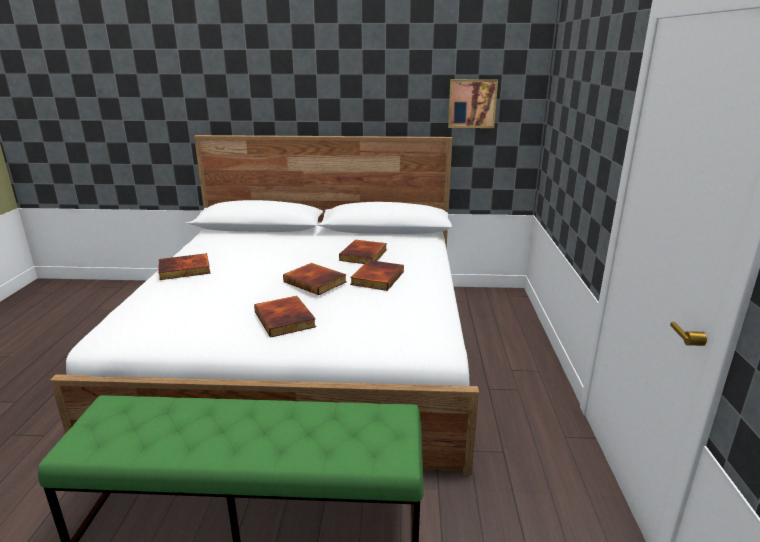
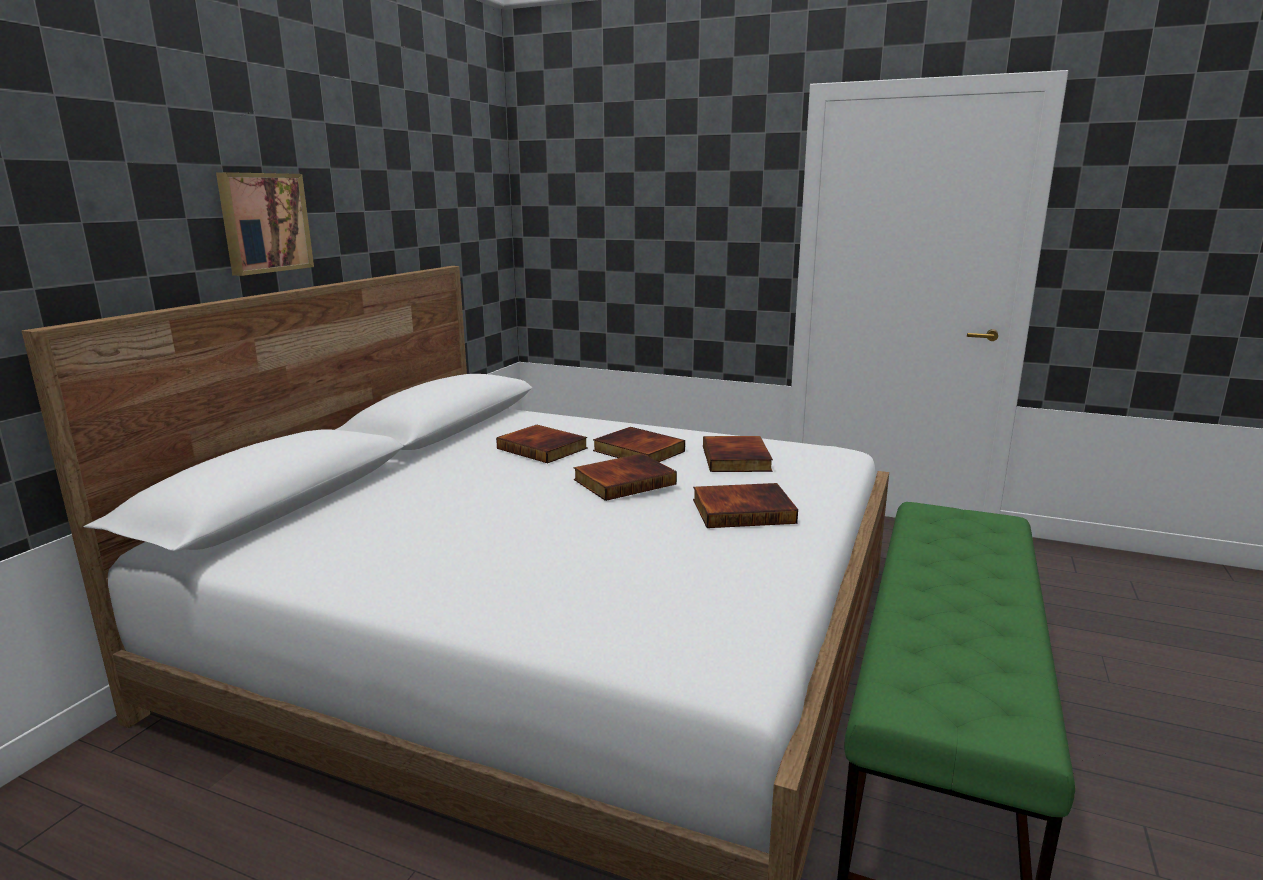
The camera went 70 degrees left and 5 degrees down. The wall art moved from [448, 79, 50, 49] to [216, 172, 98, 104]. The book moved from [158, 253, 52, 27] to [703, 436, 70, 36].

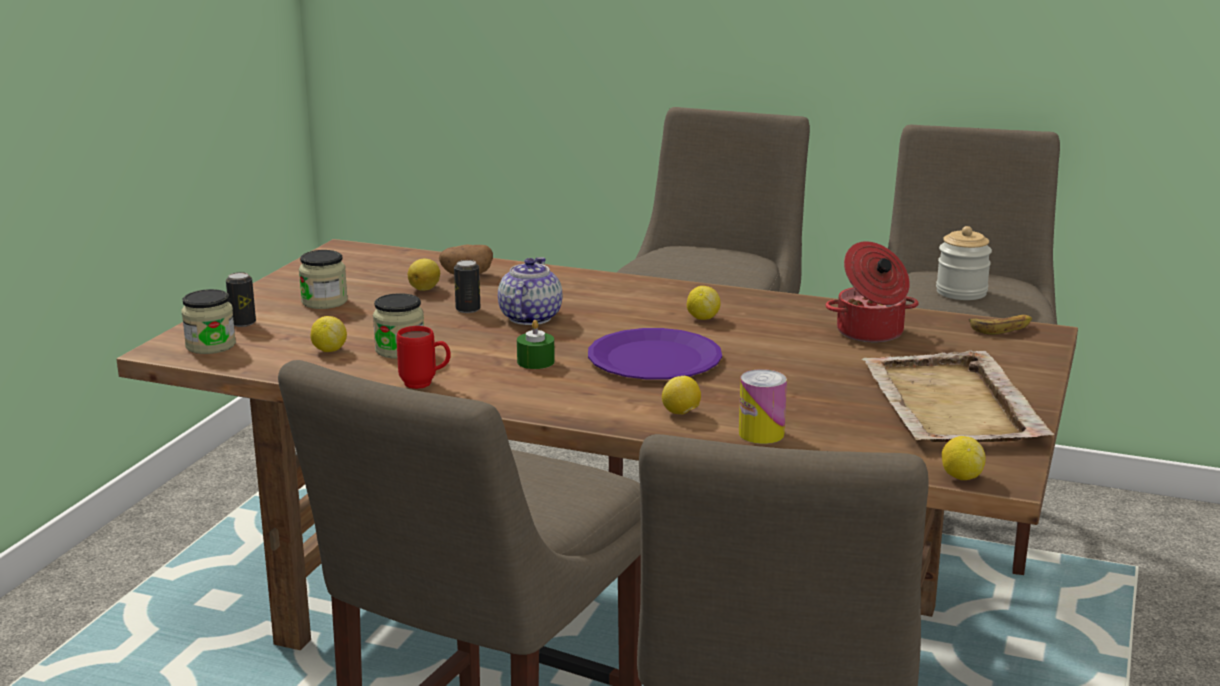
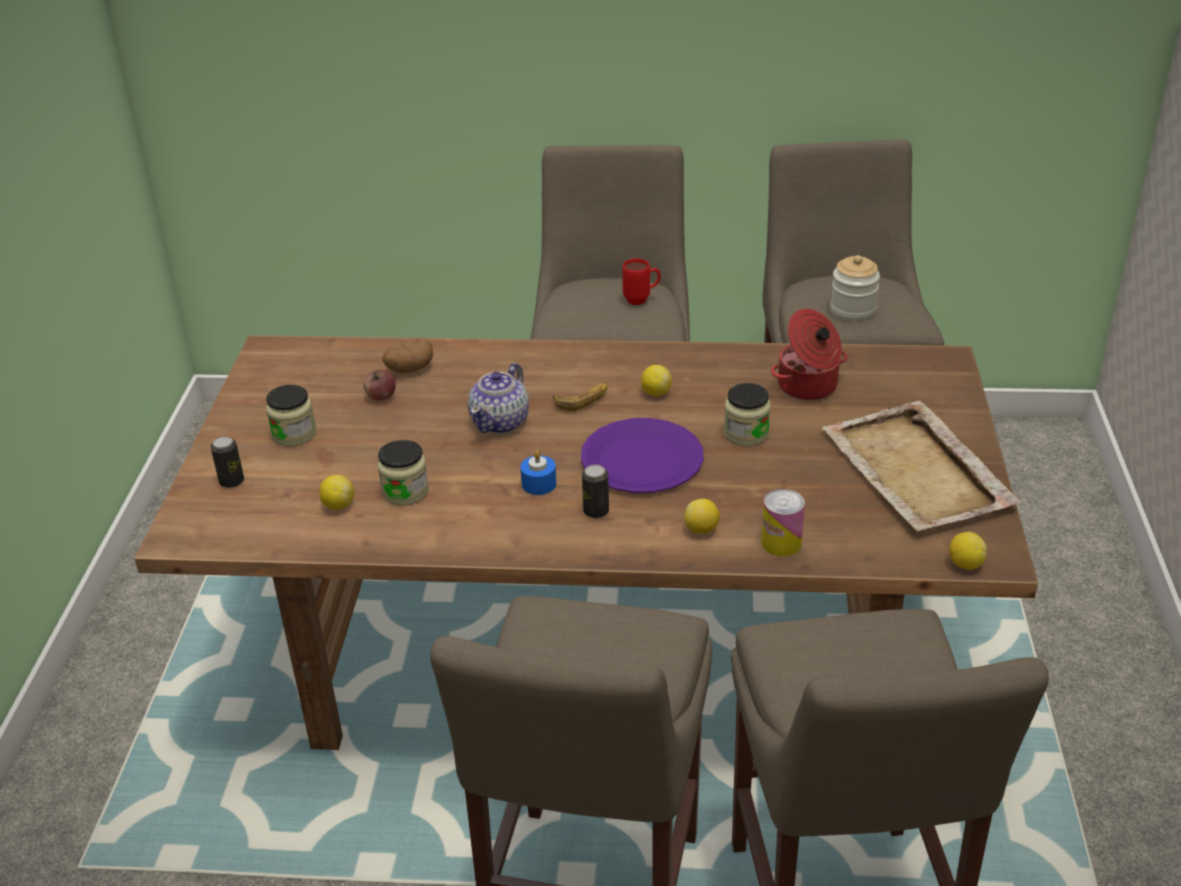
The camera went 15 degrees left and 15 degrees up. The pot for tea at [498, 257, 64, 68] turned 150 degrees counterclockwise. The citrus fruit at [408, 258, 32, 33] was replaced by the whole apple at [364, 370, 32, 31]. The sealed can moved from [454, 260, 27, 53] to [582, 464, 27, 54]. The storage jar moved from [181, 289, 55, 65] to [724, 383, 47, 63]. The banana fruit moved from [969, 315, 63, 20] to [553, 383, 55, 28]. The green wax candle at [517, 320, 38, 49] became the bluish wax candle at [520, 450, 36, 45]. The red-coloured mug moved from [397, 326, 54, 63] to [622, 258, 39, 47].

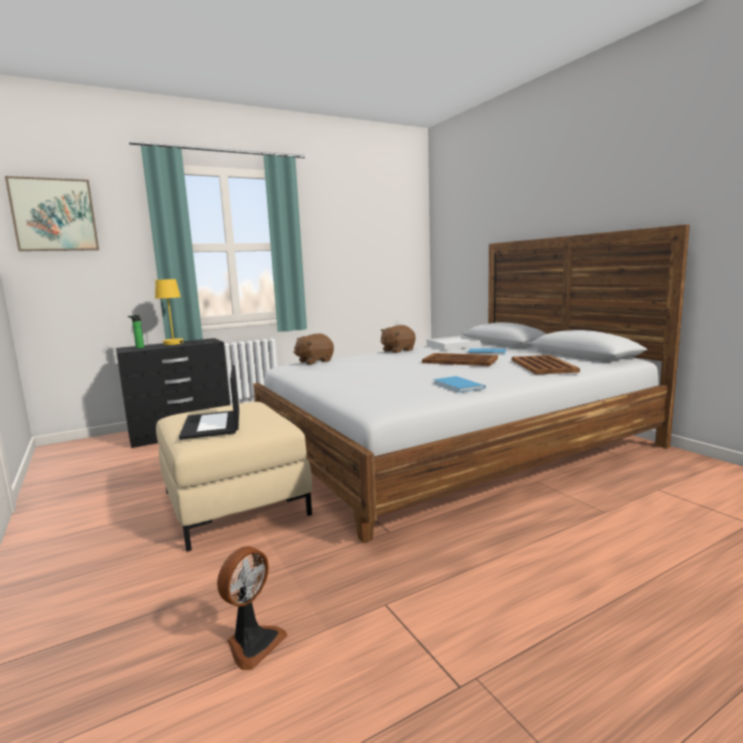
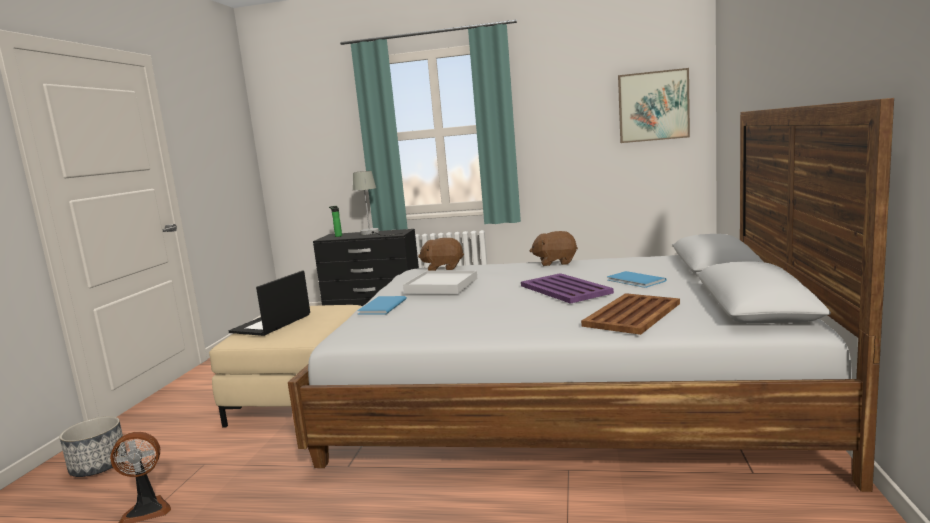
The camera went 40 degrees right and 0 degrees up. The wall art moved from [5, 176, 94, 75] to [618, 68, 72, 75]. The yellow-coloured table lamp at [155, 279, 63, 66] became the grey table lamp at [353, 171, 50, 65]. The white serving tray moved from [426, 336, 54, 14] to [403, 270, 74, 24]. The brown serving tray at [422, 353, 76, 13] became the purplish serving tray at [521, 273, 93, 31]. The bluish book moved from [433, 376, 53, 17] to [357, 296, 50, 19]. The planter at [59, 416, 68, 61] appeared.

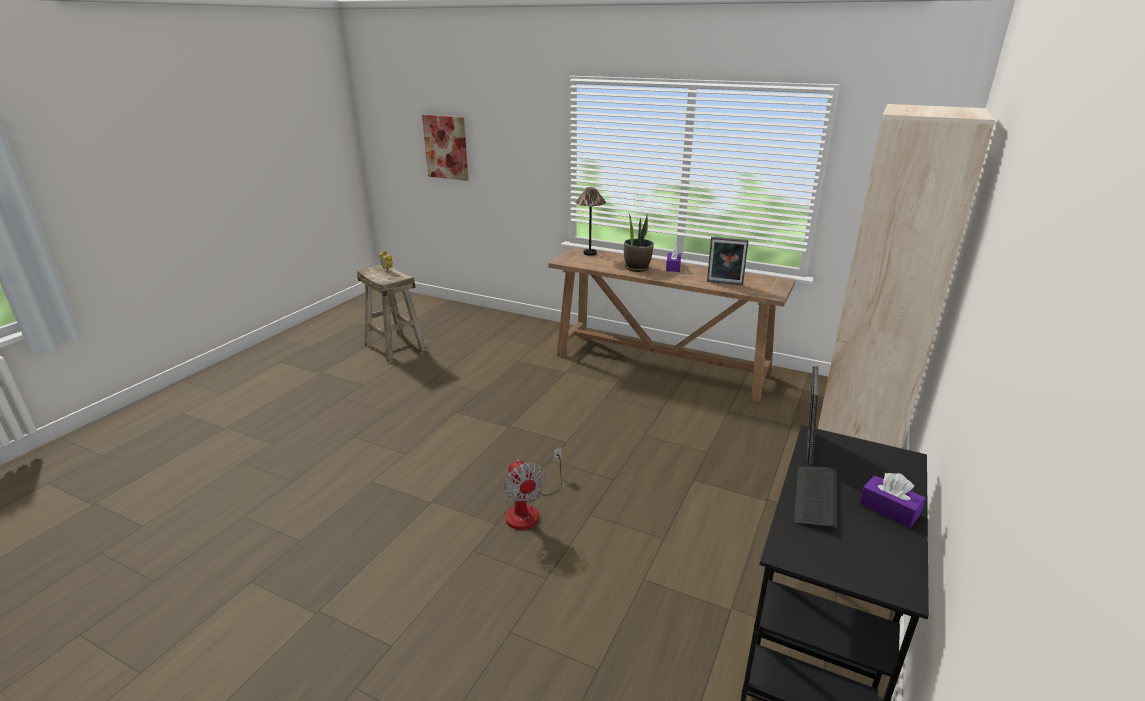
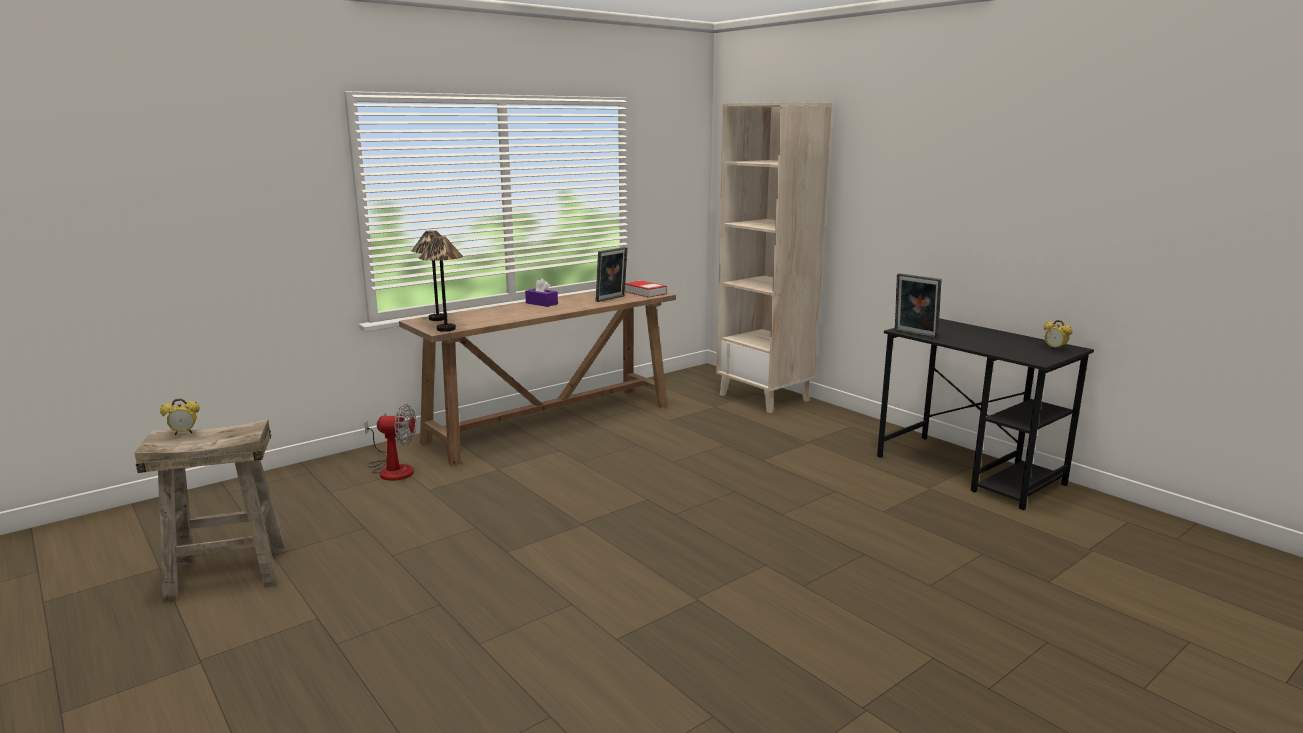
The camera went 65 degrees left and 10 degrees down. The wall art at [422, 115, 47, 66] disappeared. The plant in a pot at [624, 212, 30, 60] disappeared. The electric fan moved from [504, 447, 58, 83] to [364, 404, 52, 77]. The keyboard at [794, 467, 43, 65] disappeared. The purplish tissue holder at [859, 473, 67, 55] disappeared. The table lamp at [419, 236, 44, 96] appeared. The book at [625, 280, 42, 18] appeared. The alarm clock at [1044, 320, 29, 31] appeared.

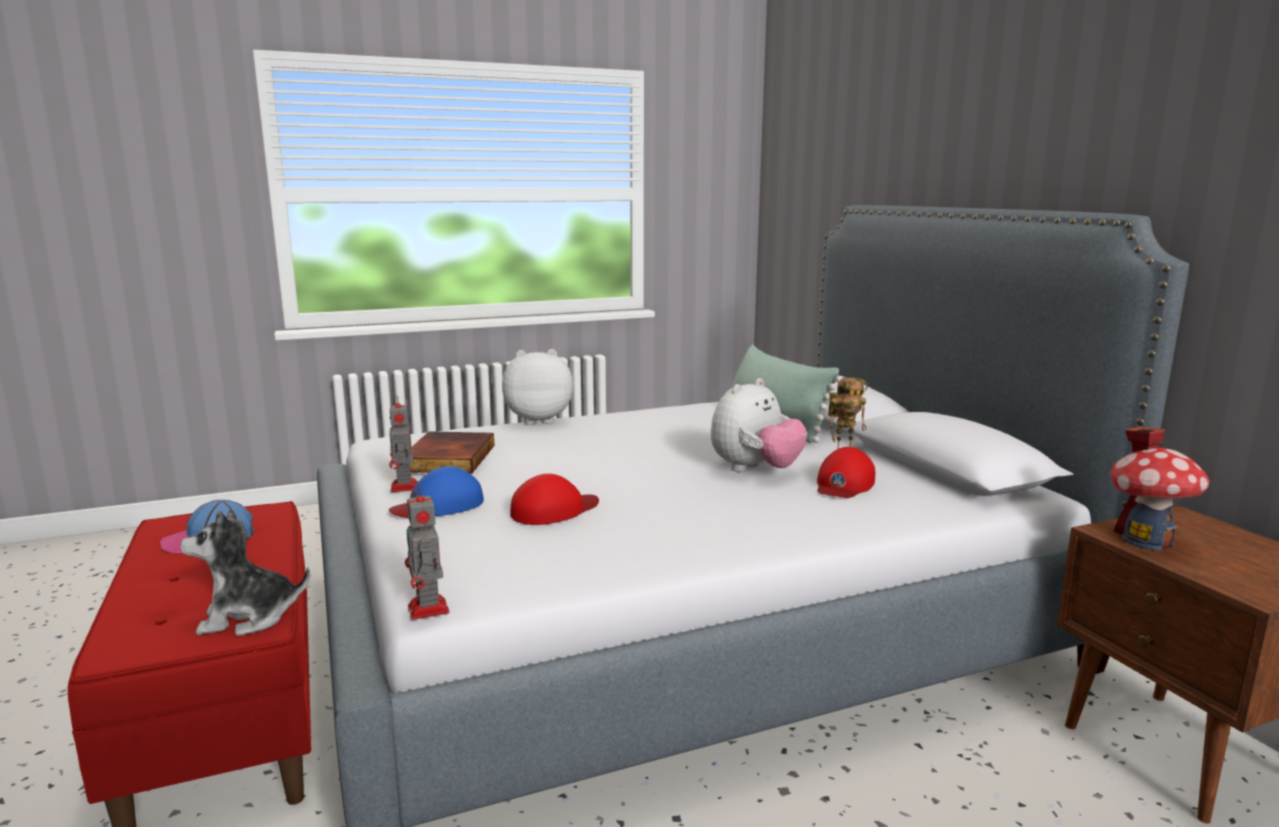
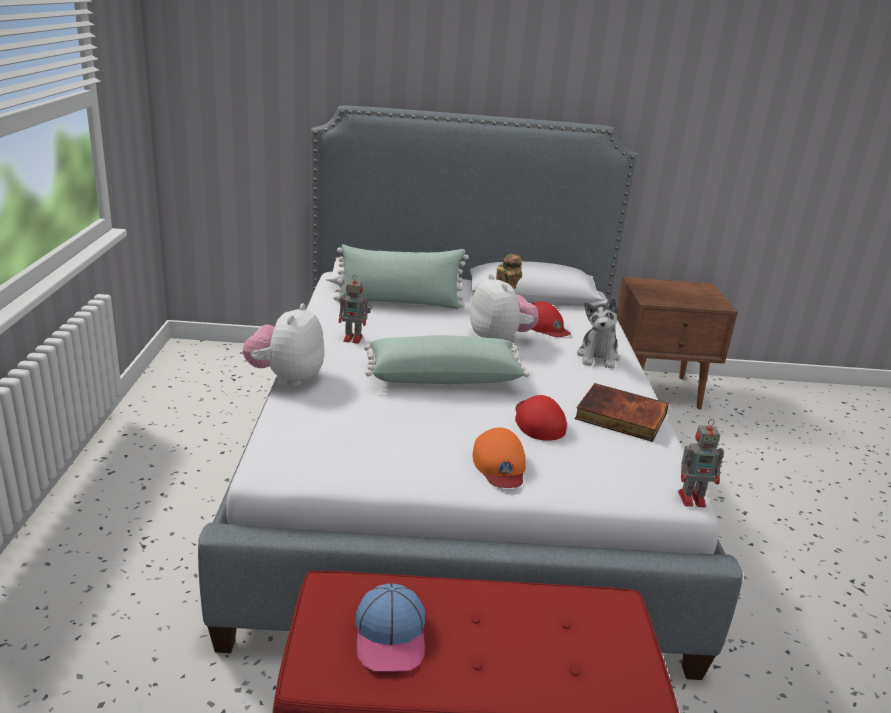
The camera went 70 degrees left and 10 degrees up. The robot figure moved from [389, 395, 29, 97] to [339, 275, 32, 69]. The miniature house at [1110, 427, 99, 124] disappeared. The book moved from [410, 431, 84, 43] to [575, 383, 94, 59]. The bluish baseball cap at [389, 466, 95, 52] became the orange-coloured baseball cap at [473, 428, 53, 60]. The soft toy moved from [181, 509, 129, 127] to [577, 297, 43, 72]. The green throw pillow at [364, 335, 166, 49] appeared.

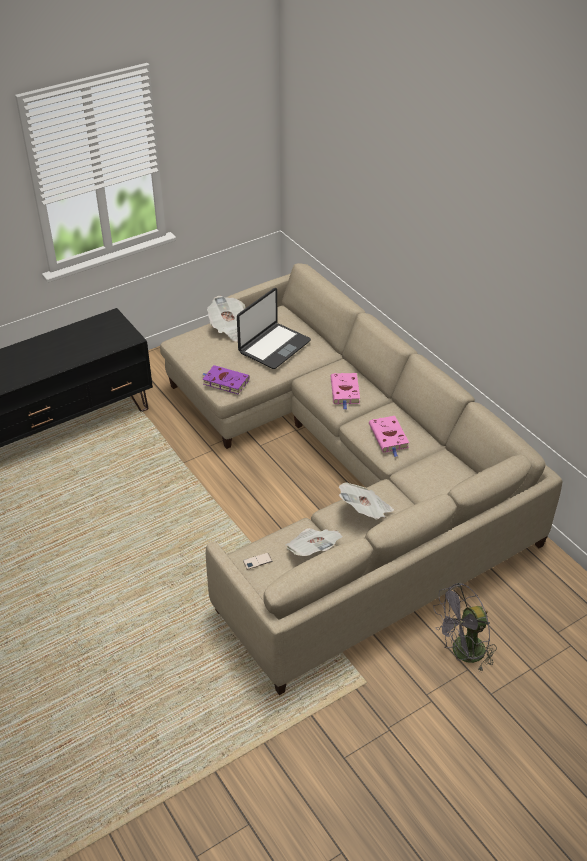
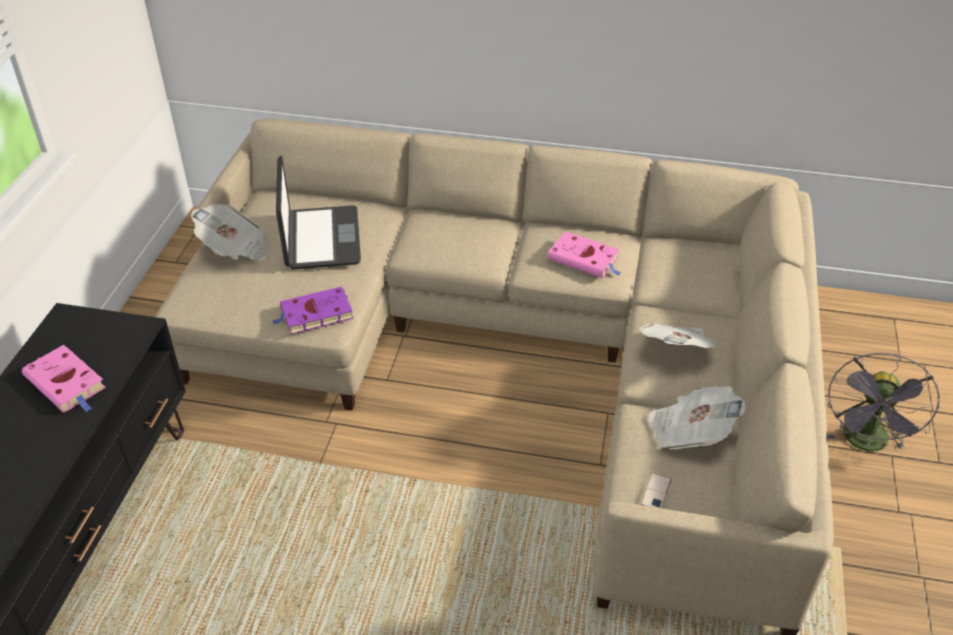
The camera went 45 degrees left and 0 degrees up. The pink-coloured book moved from [331, 373, 29, 37] to [22, 345, 84, 67].

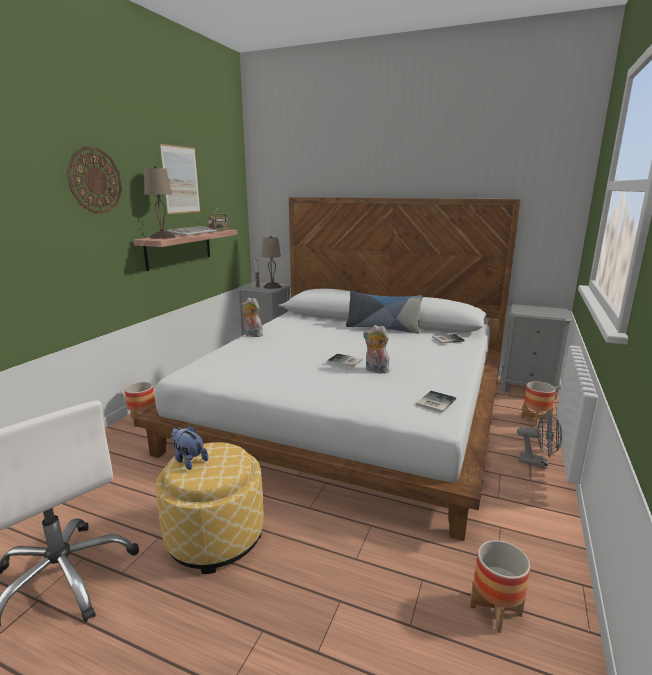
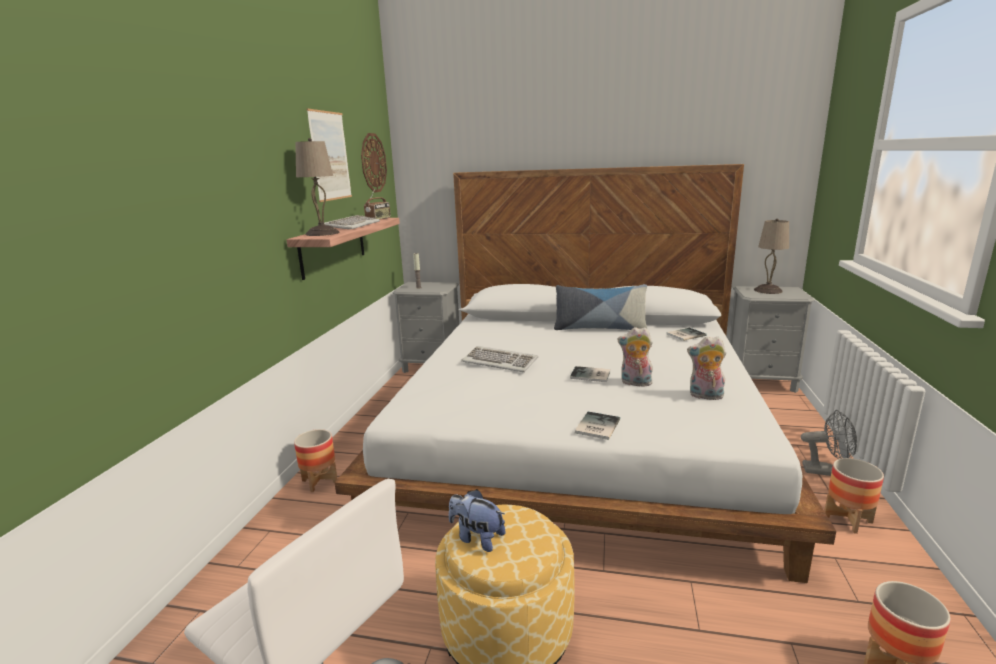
The camera went 10 degrees left and 0 degrees up. The wall clock moved from [67, 146, 55, 68] to [361, 133, 26, 60]. The beige table lamp moved from [262, 236, 20, 53] to [754, 219, 35, 75]. The soft toy moved from [241, 298, 22, 39] to [687, 336, 39, 64]. The planter moved from [521, 381, 35, 45] to [824, 458, 60, 76]. The book moved from [416, 391, 40, 22] to [575, 412, 45, 28]. The keyboard at [461, 346, 77, 26] appeared.

